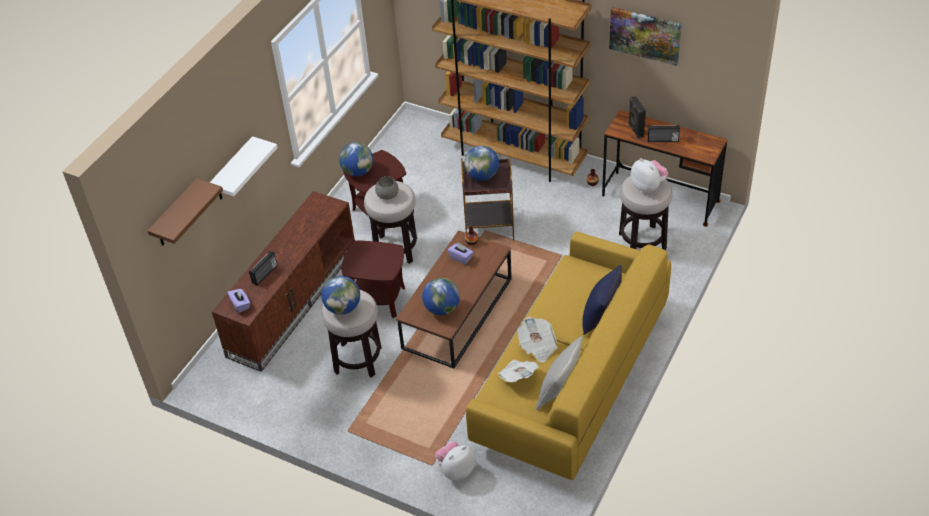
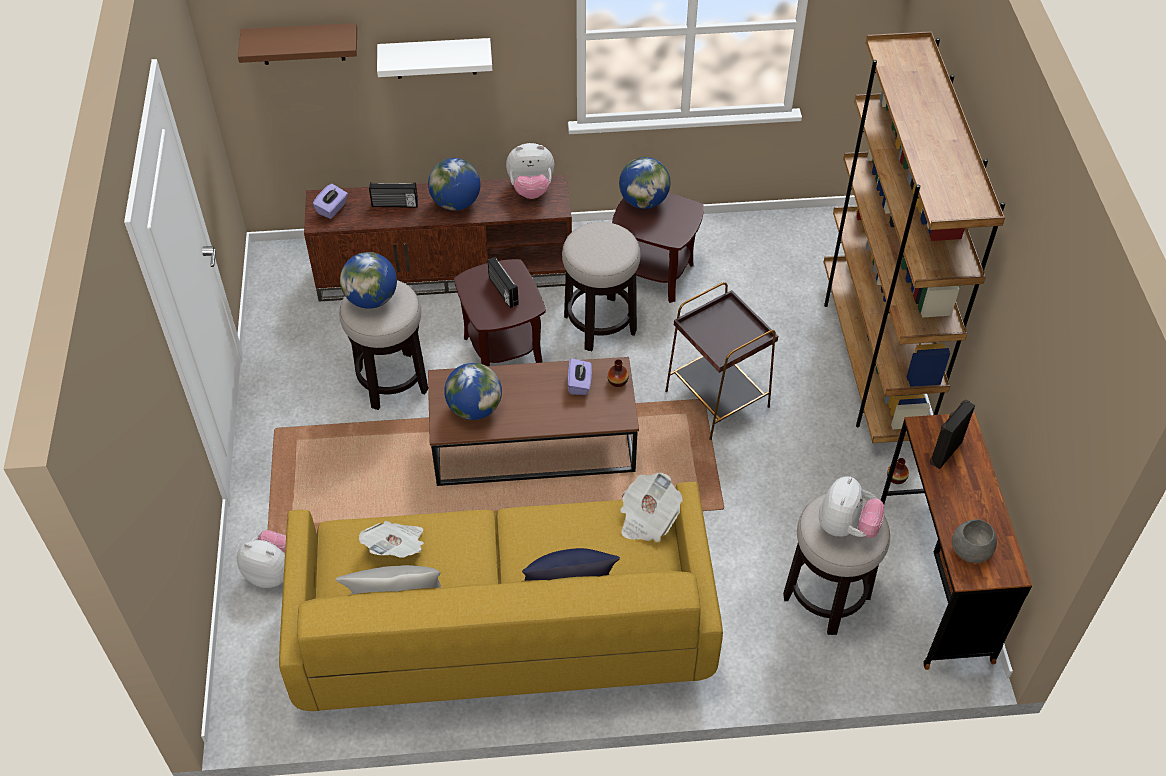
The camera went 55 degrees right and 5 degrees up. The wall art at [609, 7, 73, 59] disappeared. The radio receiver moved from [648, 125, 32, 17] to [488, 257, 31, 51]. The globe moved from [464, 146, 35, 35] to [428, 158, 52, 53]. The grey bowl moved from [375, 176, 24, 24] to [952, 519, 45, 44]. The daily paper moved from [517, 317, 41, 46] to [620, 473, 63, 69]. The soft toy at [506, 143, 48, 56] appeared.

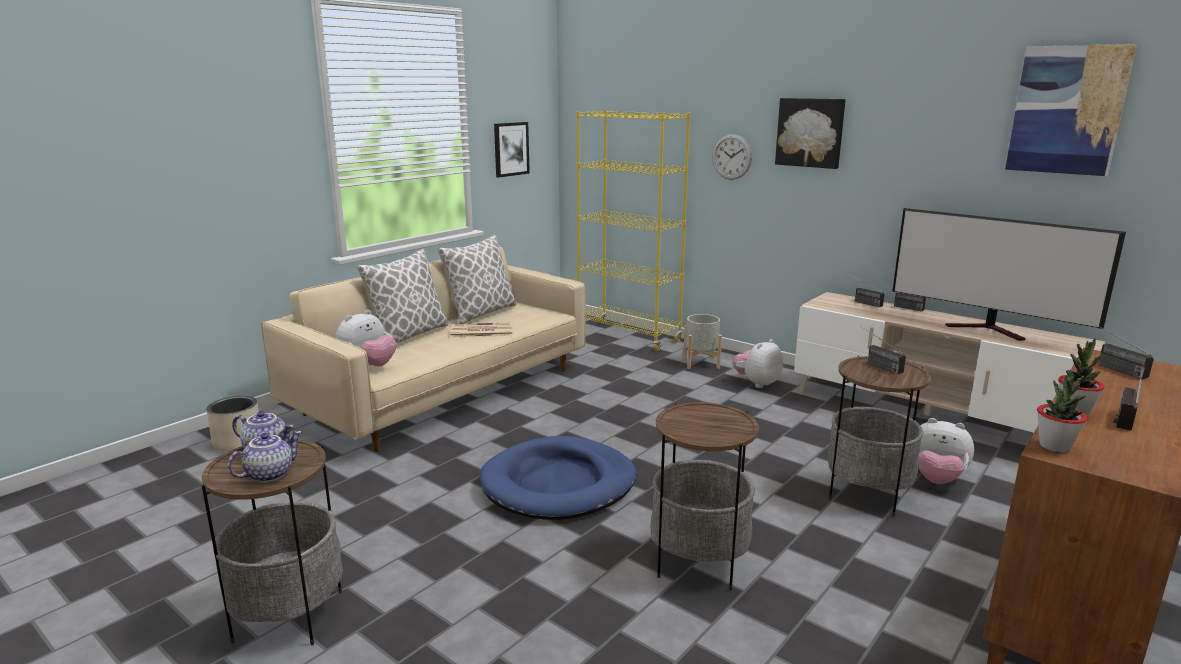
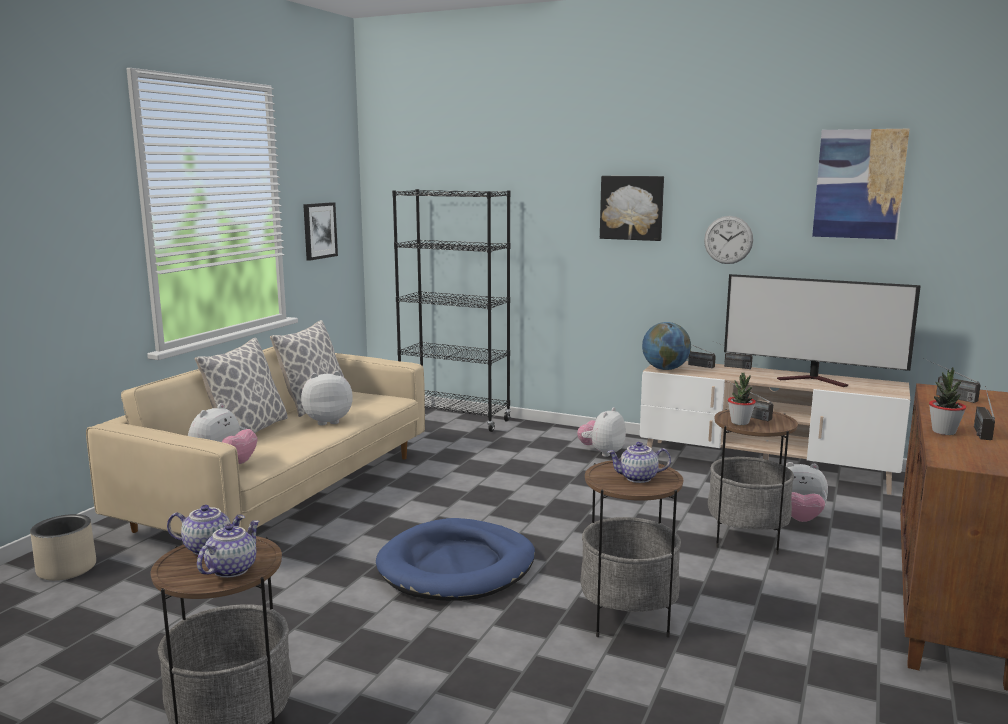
The camera went 15 degrees left and 5 degrees down. The yellow-coloured bookcase at [576, 110, 114, 242] became the black bookcase at [392, 189, 119, 243]. The wall clock moved from [712, 134, 40, 46] to [704, 216, 49, 48]. The grey planter at [683, 314, 39, 55] disappeared. The daily paper at [450, 323, 63, 14] was replaced by the soft toy at [301, 371, 52, 54]. The plant in a pot moved from [1037, 370, 51, 82] to [728, 373, 28, 52]. The globe at [642, 322, 49, 48] appeared. The pot for tea at [607, 442, 64, 41] appeared.

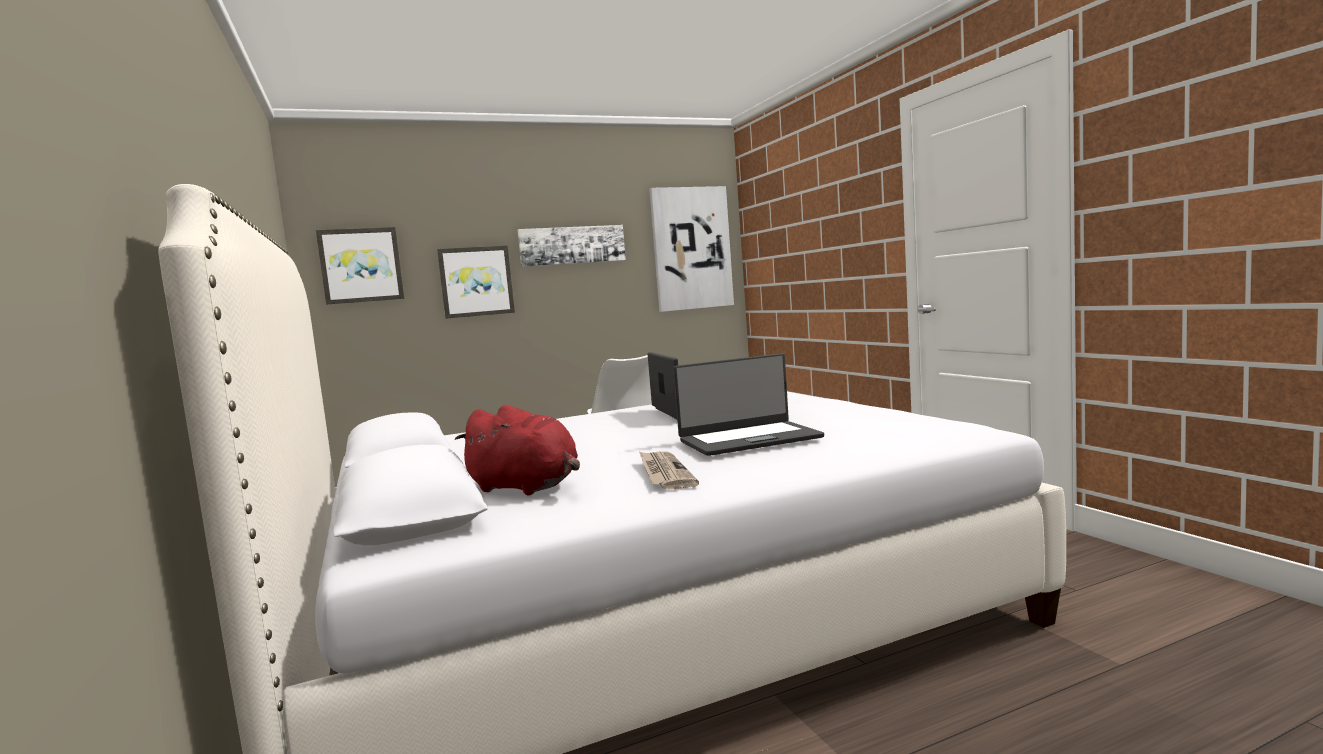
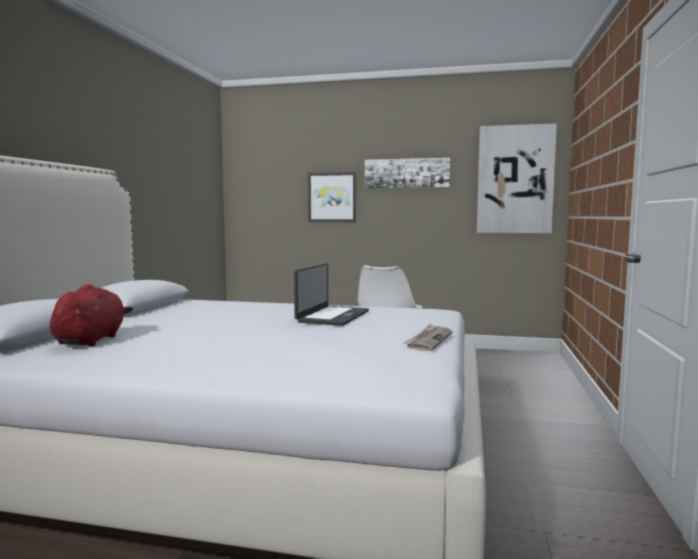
The camera went 35 degrees right and 0 degrees up. The wall art at [316, 227, 88, 78] disappeared. The laptop at [673, 353, 151, 103] disappeared. The red-coloured soft toy at [455, 405, 125, 90] turned 150 degrees counterclockwise. The daily paper moved from [639, 451, 60, 39] to [404, 324, 49, 27].

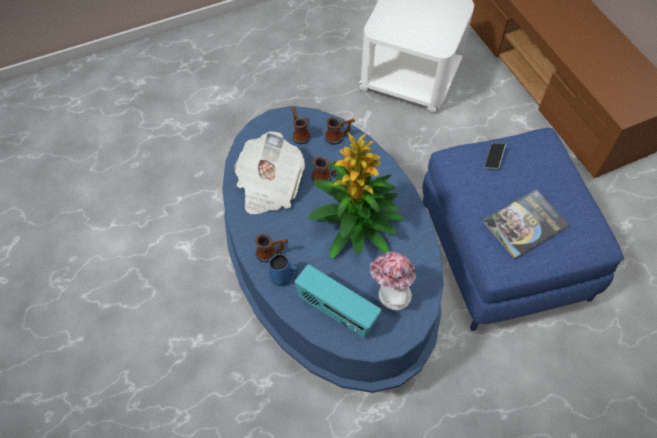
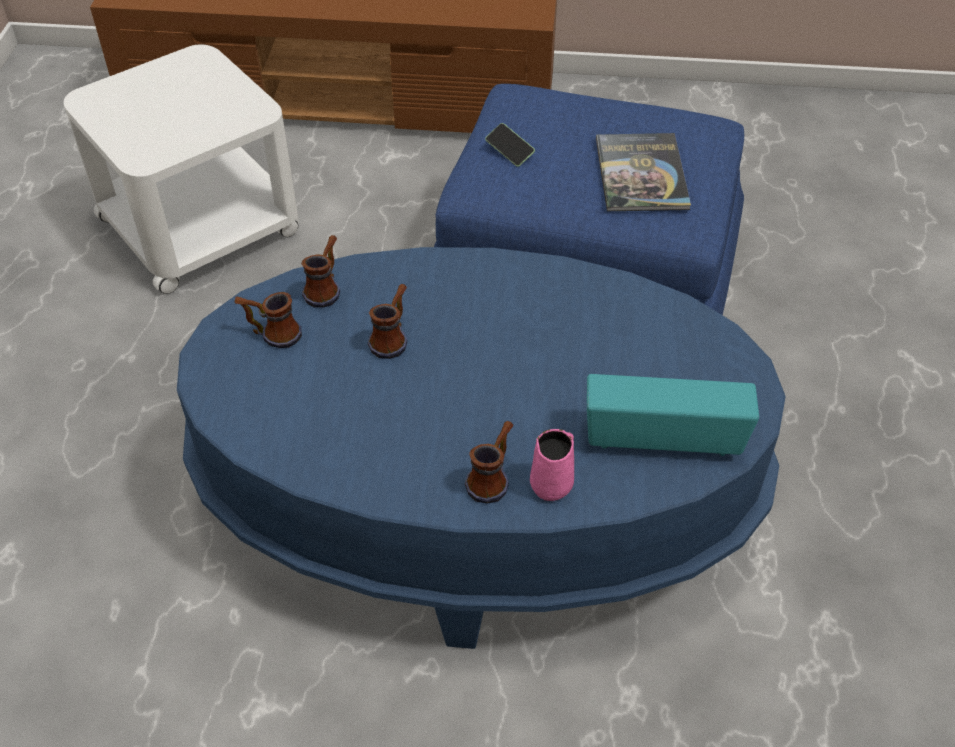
The camera went 60 degrees left and 10 degrees down. The daily paper at [234, 132, 71, 82] disappeared. The plant in a pot at [308, 132, 95, 127] disappeared. The clothing hat at [370, 251, 46, 59] disappeared. The bluish mug at [269, 254, 29, 32] became the pink-coloured mug at [530, 429, 44, 72]. The radio receiver at [294, 264, 88, 74] turned 150 degrees counterclockwise.

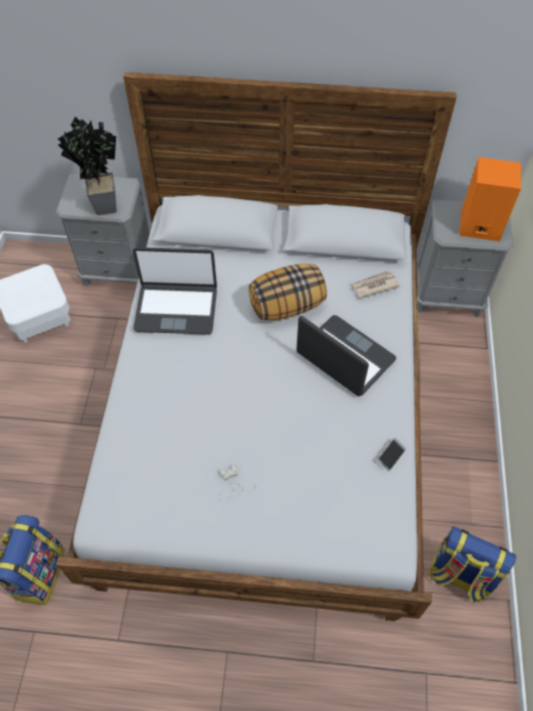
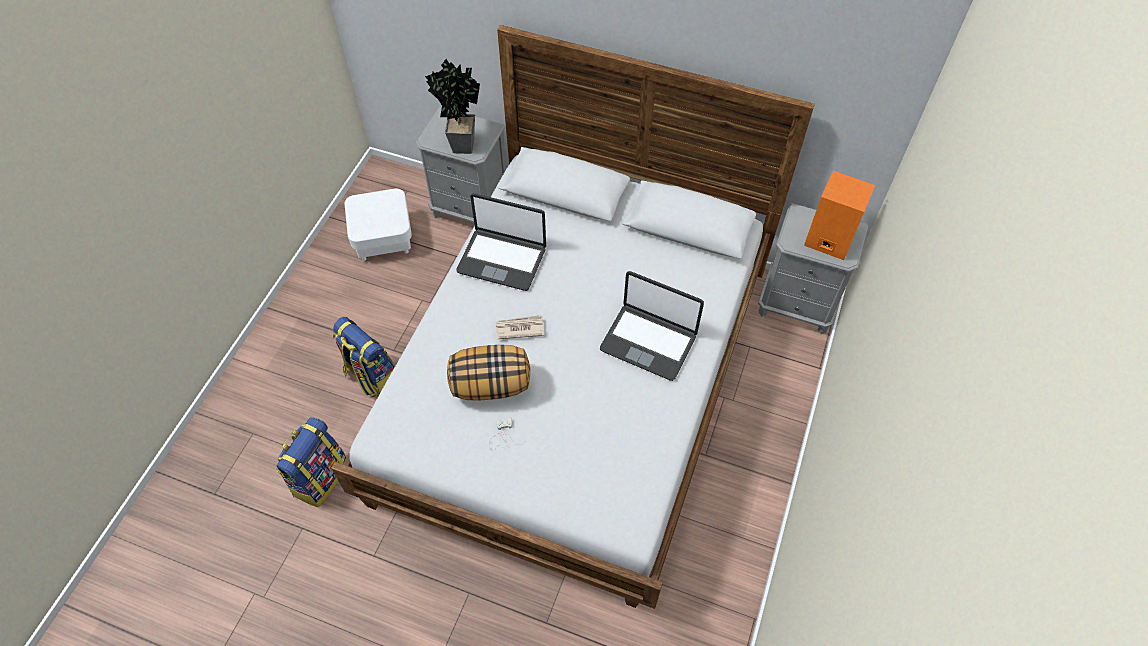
The camera went 15 degrees right and 0 degrees up. The throw pillow moved from [249, 263, 78, 58] to [447, 345, 83, 56]. The daily paper moved from [350, 270, 50, 29] to [495, 315, 49, 24]. The laptop at [296, 315, 100, 81] turned 150 degrees clockwise. The handset at [377, 438, 29, 33] disappeared. The knapsack moved from [428, 527, 88, 75] to [333, 317, 62, 81].

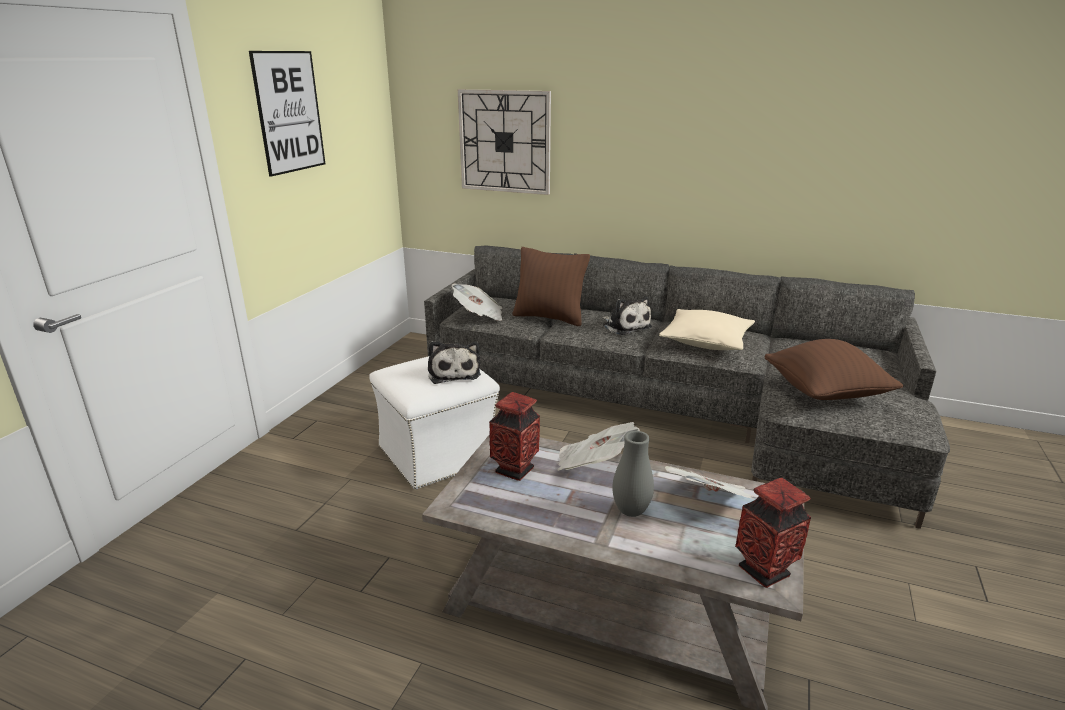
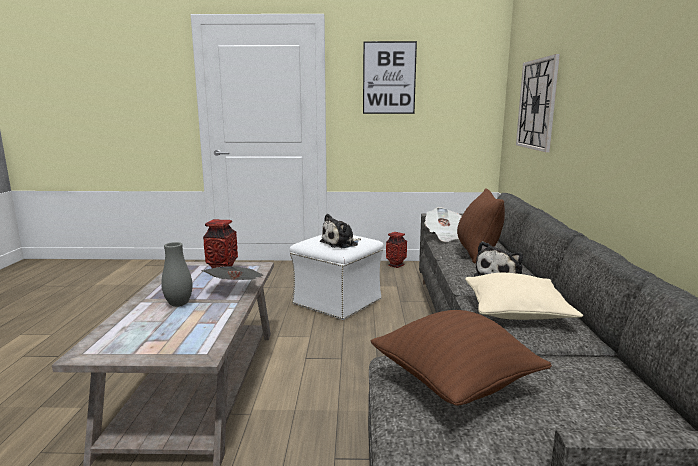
The camera went 70 degrees right and 10 degrees down. The daily paper at [665, 466, 90, 34] disappeared. The vase moved from [735, 478, 76, 110] to [386, 232, 21, 36].

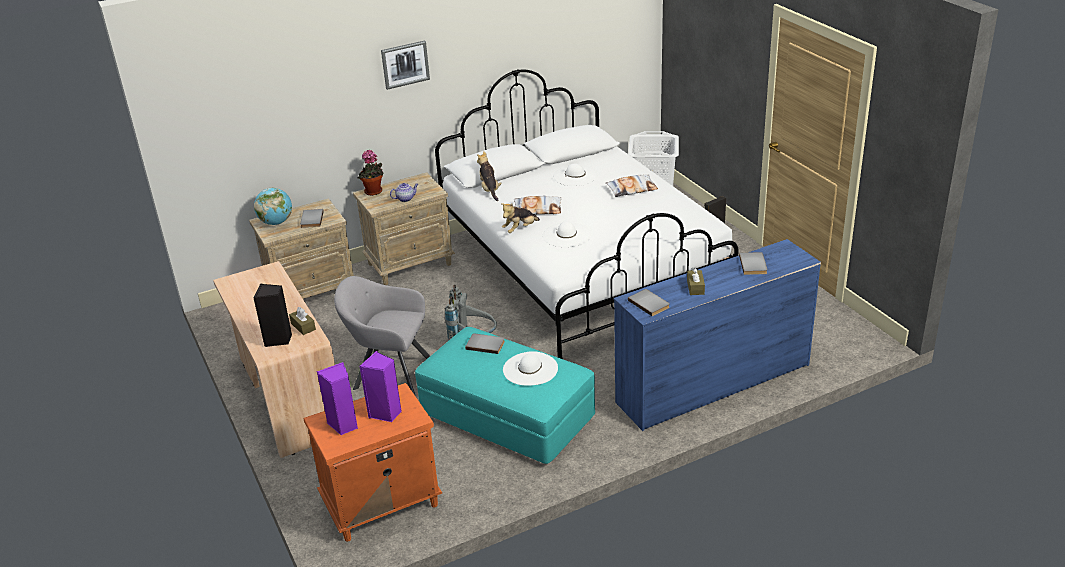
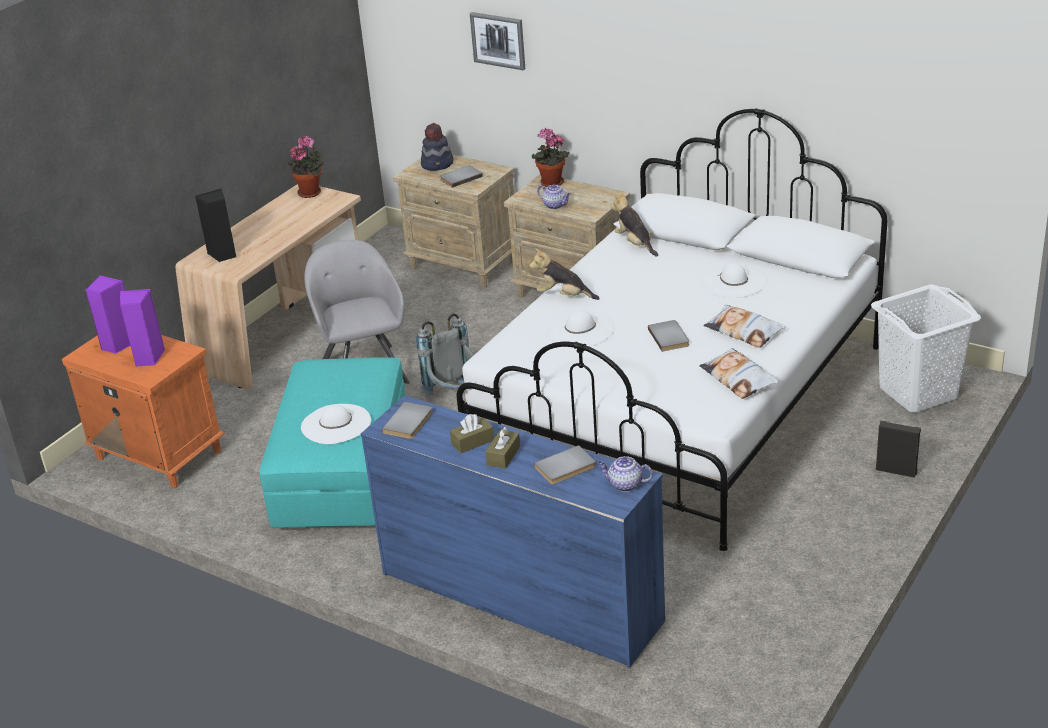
The camera went 60 degrees right and 0 degrees up. The wall art moved from [381, 40, 49, 50] to [470, 12, 55, 58]. The soft toy at [477, 151, 25, 50] turned 75 degrees counterclockwise. The globe at [254, 188, 38, 37] was replaced by the clothing hat at [421, 123, 32, 48]. The throw pillow moved from [514, 196, 48, 18] to [699, 348, 80, 51]. The brown tissue holder moved from [289, 307, 27, 28] to [485, 427, 35, 42]. The grey book moved from [465, 333, 40, 21] to [648, 320, 41, 32]. The plant in a pot at [288, 135, 36, 63] appeared. The pot for tea at [597, 456, 56, 36] appeared.

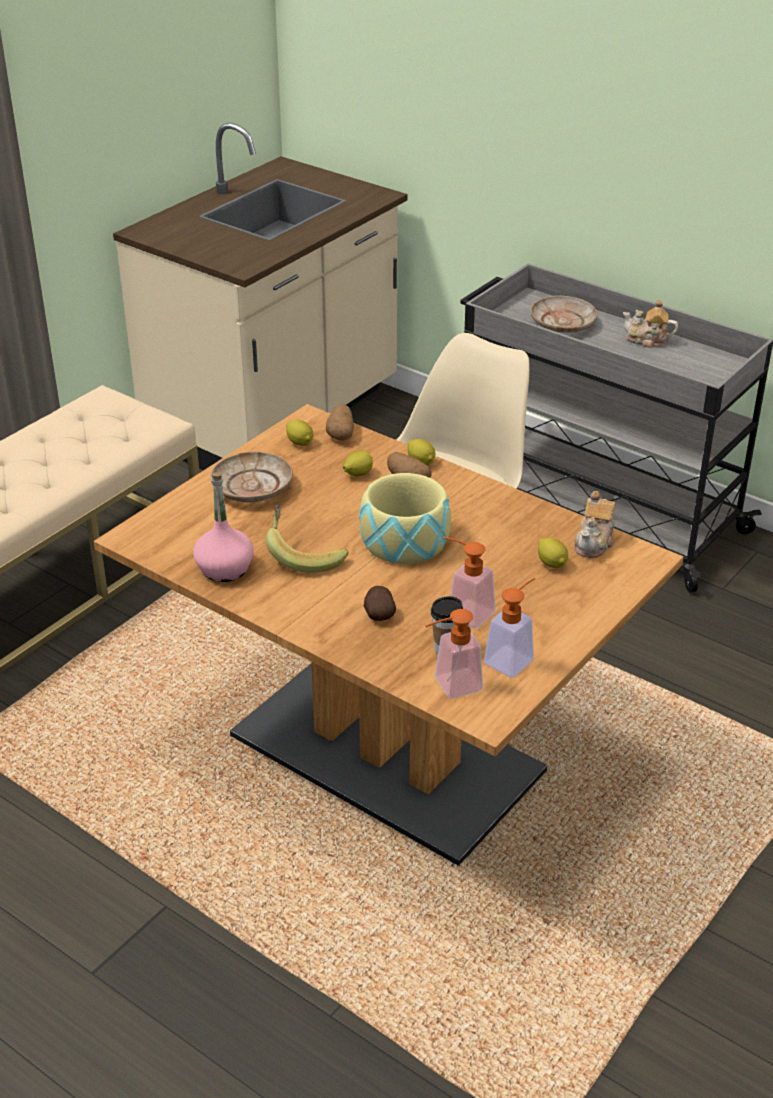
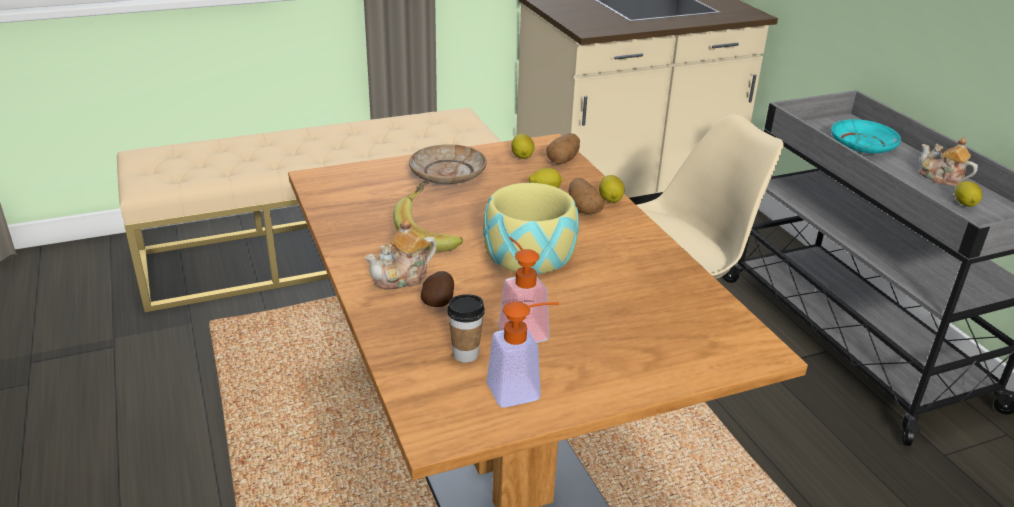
The camera went 30 degrees right and 5 degrees down. The beige dinner plate at [531, 296, 67, 37] became the turquoise dinner plate at [831, 119, 70, 34]. The pink-coloured bottle at [193, 472, 61, 110] disappeared. The pot for tea moved from [574, 491, 41, 67] to [365, 219, 72, 71]. The citrus fruit moved from [538, 538, 30, 30] to [955, 181, 27, 26]. The liquid soap bottle at [425, 609, 58, 89] disappeared.

